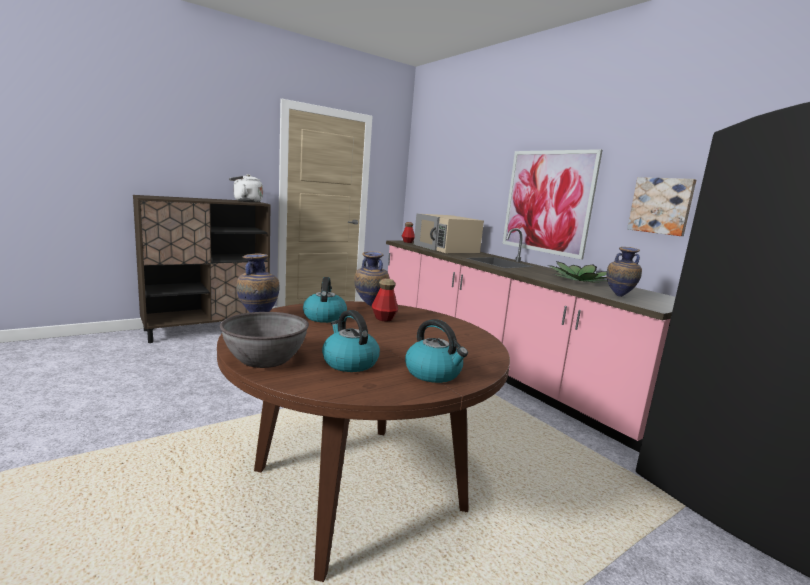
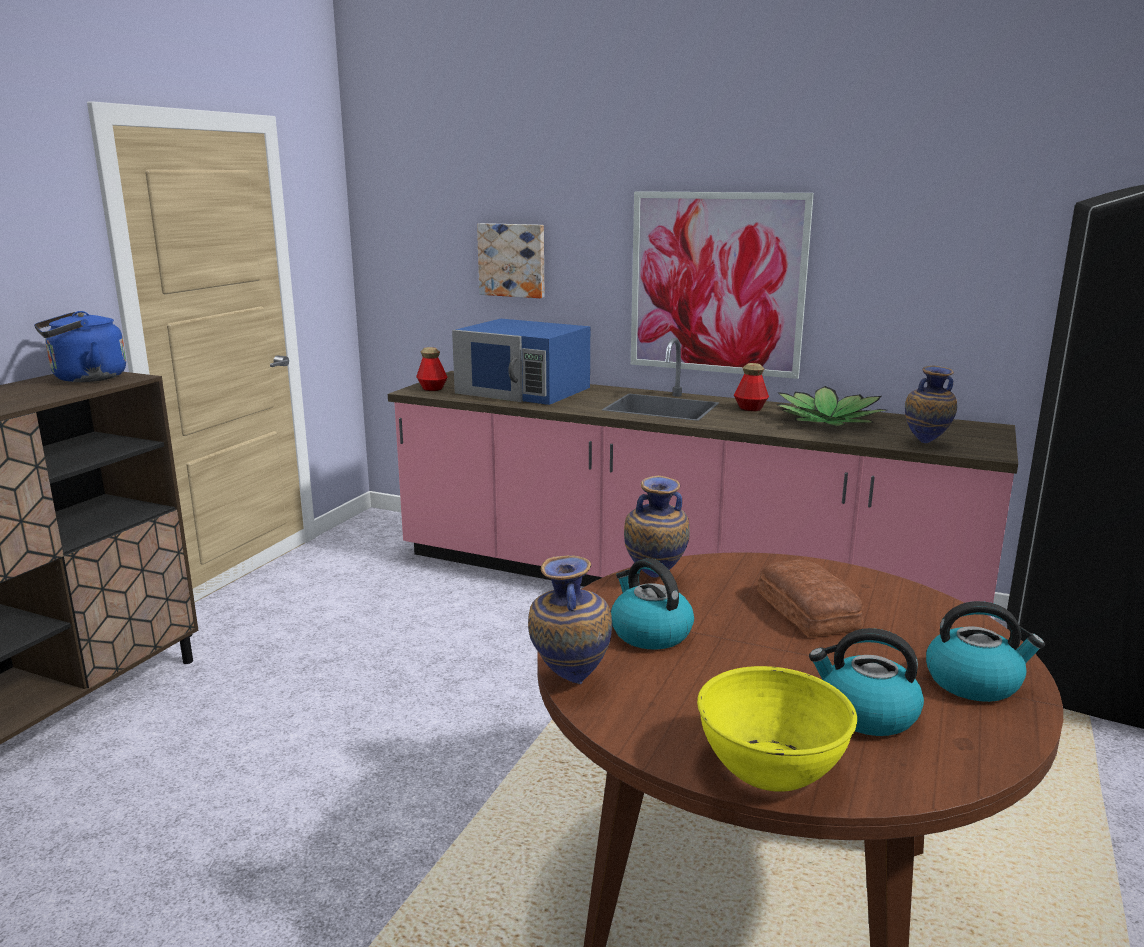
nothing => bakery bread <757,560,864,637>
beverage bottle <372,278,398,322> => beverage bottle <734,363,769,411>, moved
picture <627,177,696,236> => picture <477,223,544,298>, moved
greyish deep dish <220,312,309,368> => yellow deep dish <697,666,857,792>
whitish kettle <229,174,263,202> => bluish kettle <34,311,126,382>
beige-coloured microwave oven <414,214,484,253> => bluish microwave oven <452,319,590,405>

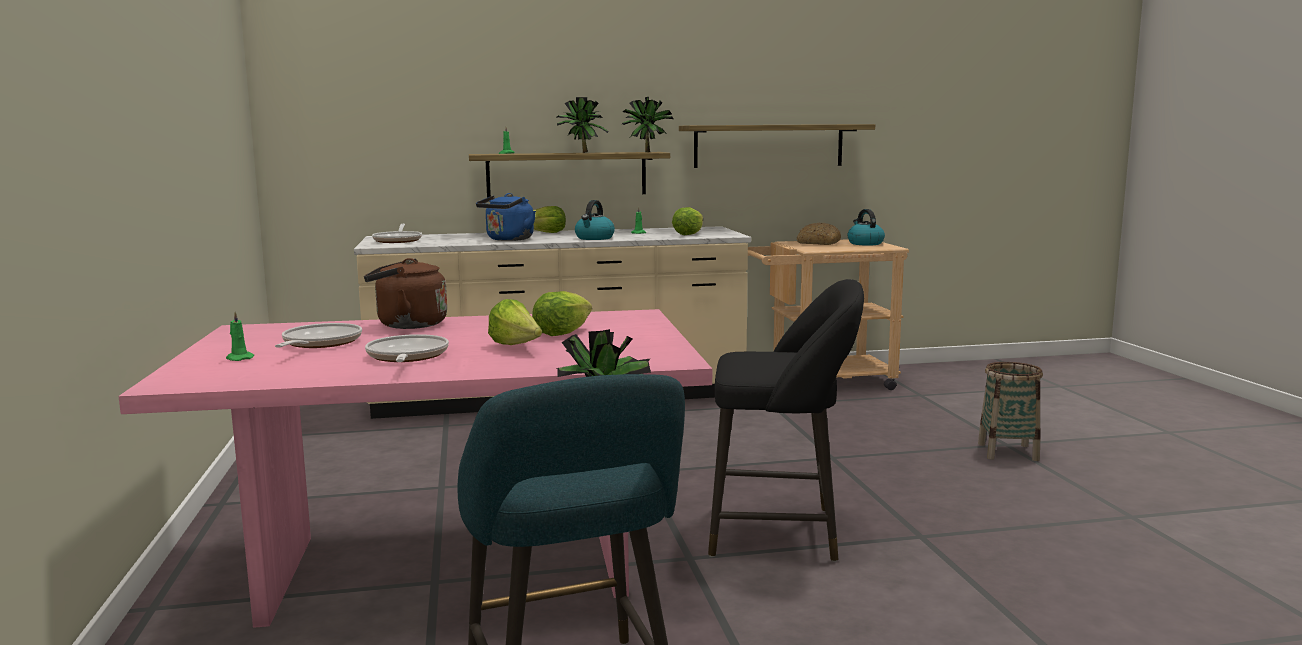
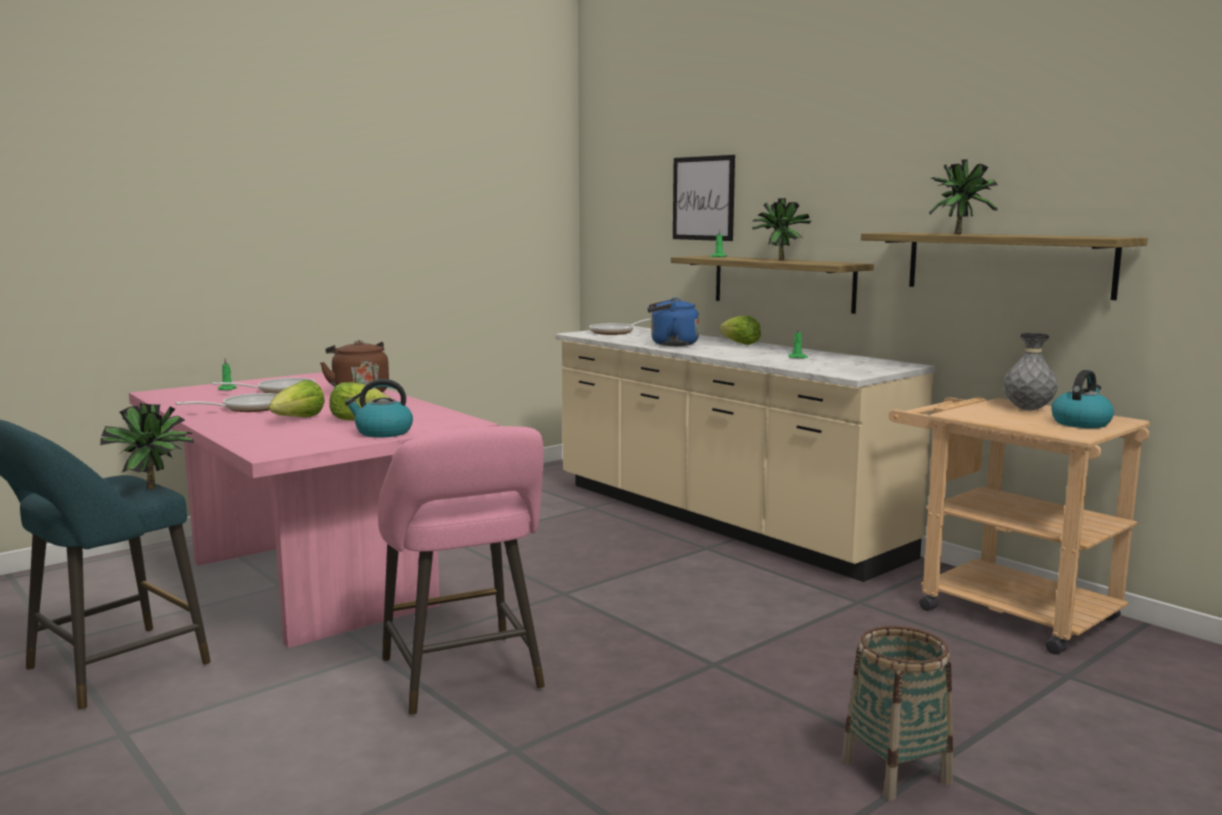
lettuce head <672,207,703,235> => nothing
nothing => picture <673,155,735,241>
kettle <575,200,615,240> => kettle <345,379,413,438>, moved
potted plant <621,97,673,152> => potted plant <929,160,998,234>, moved
bakery bread <797,223,841,245> => greyish decorative vase <1004,333,1058,410>
blackish stool seat <708,279,864,562> => pinkish stool seat <378,426,545,716>

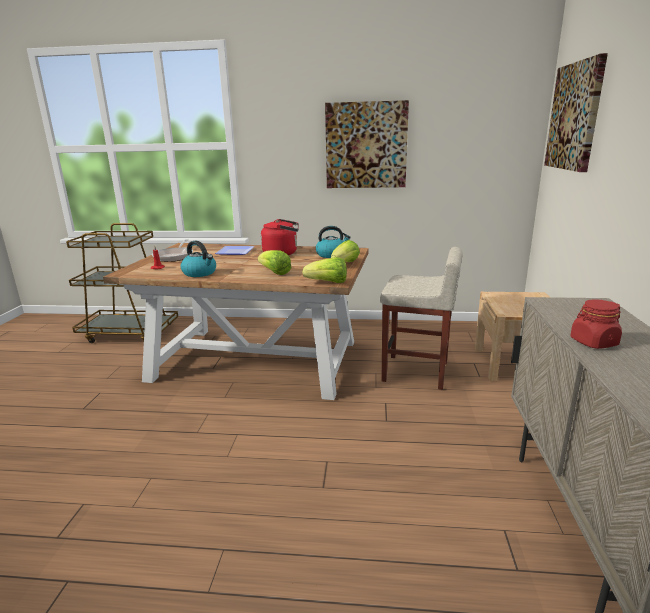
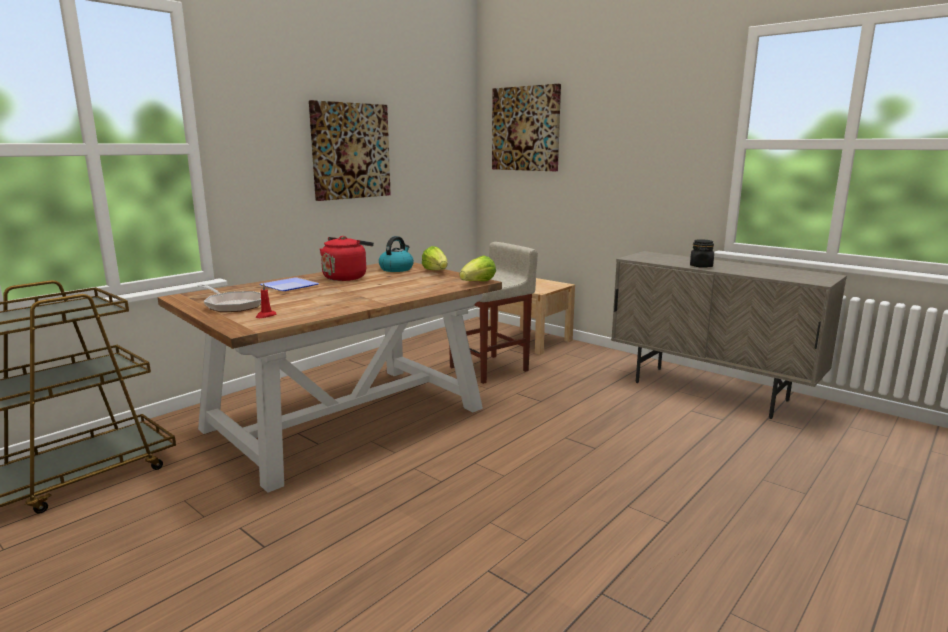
kettle <181,241,216,277> => nothing
lettuce head <258,250,291,275> => nothing
red-coloured preserve jar <570,299,622,349> => blackish preserve jar <690,239,714,268>

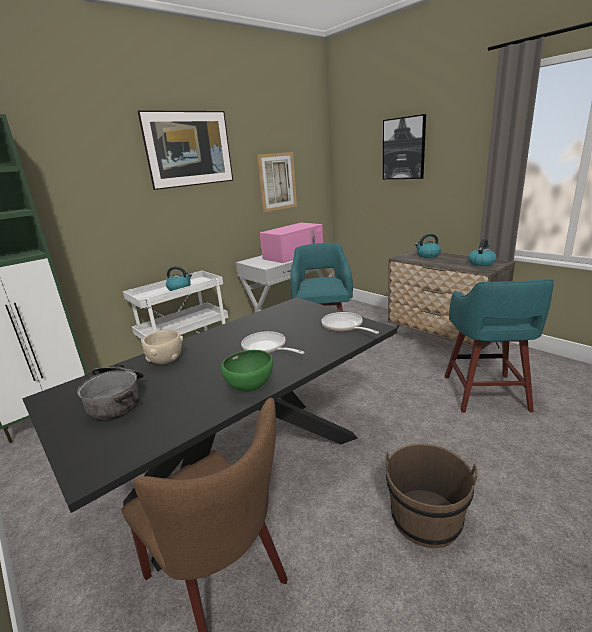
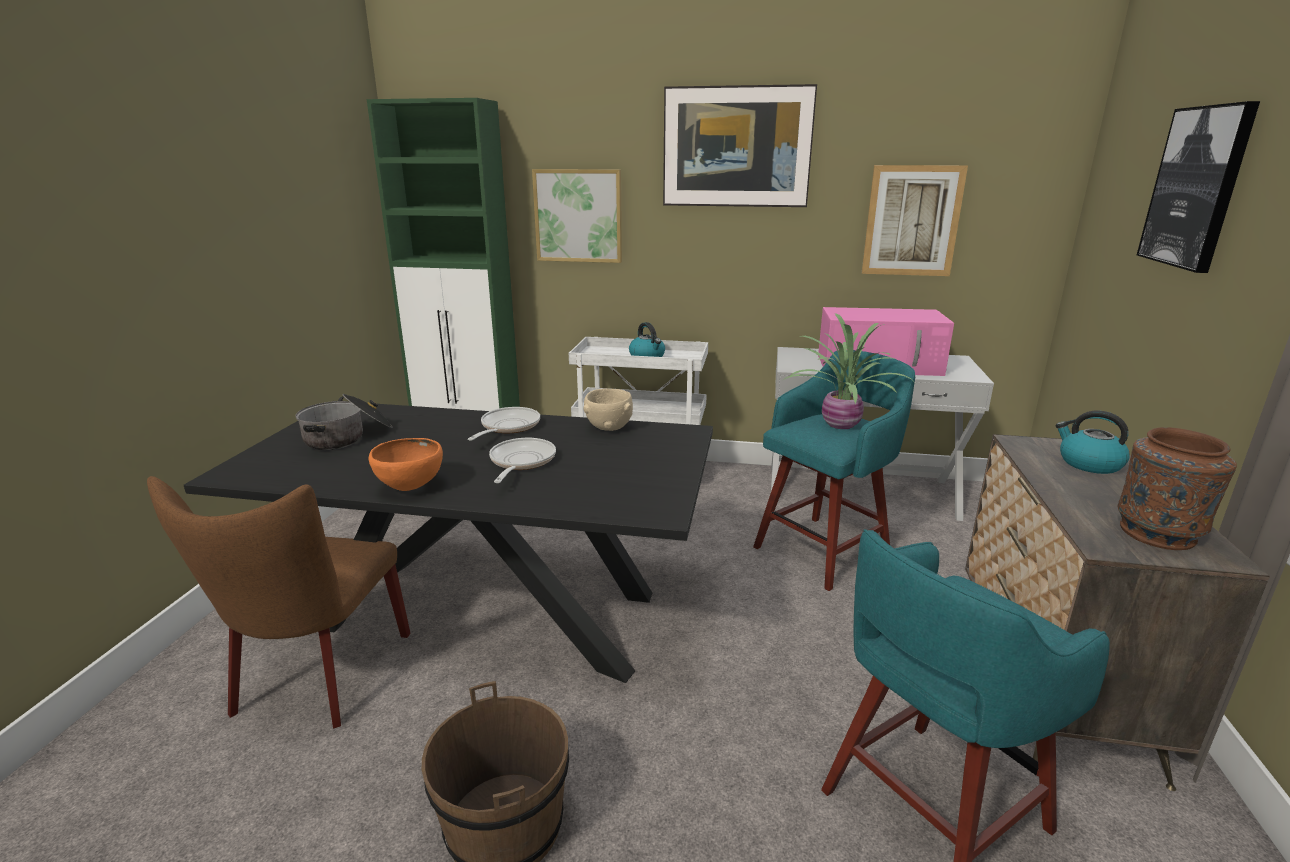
nothing => picture <532,169,622,263>
nothing => potted plant <783,313,913,429>
beige-coloured deep dish <142,330,183,364> => beige-coloured deep dish <583,389,633,431>, moved
pan <321,312,379,334> => pan <468,407,540,441>, moved
kettle <468,239,497,266> => brown-coloured decorative vase <1118,427,1237,550>
green-coloured deep dish <221,350,273,392> => orangey deep dish <369,438,443,491>

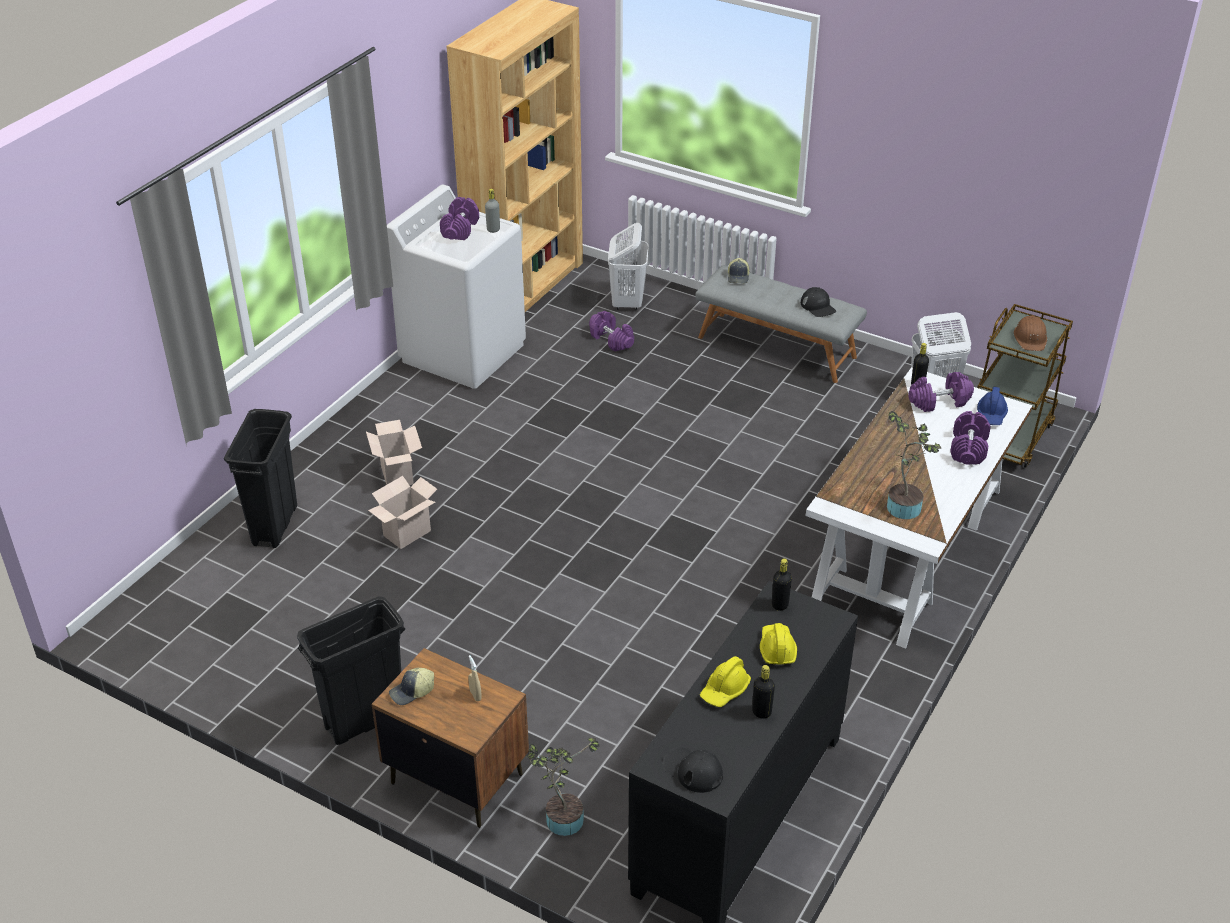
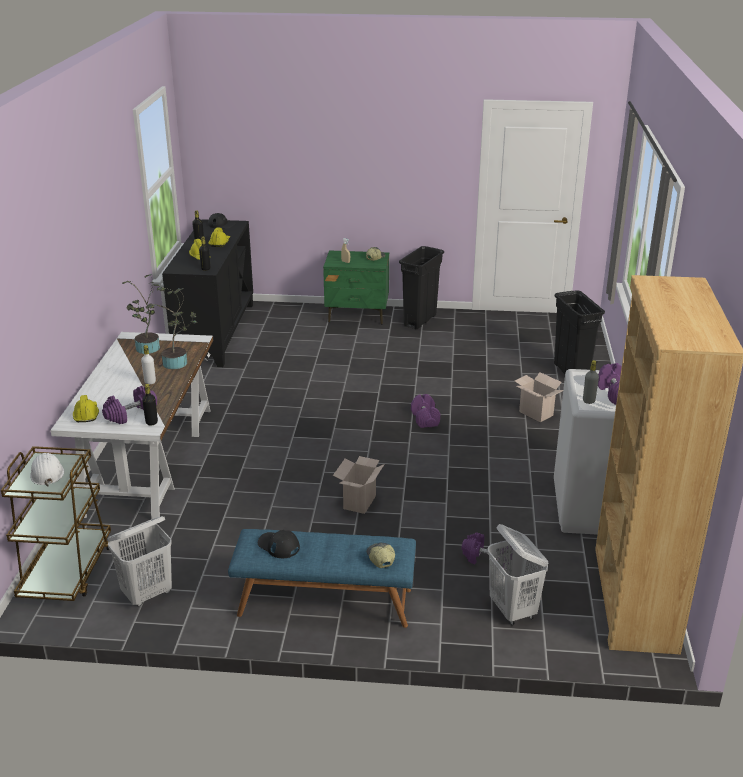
nothing => whitish beverage bottle <141,345,156,384>
carton <368,476,437,549> => carton <333,456,385,514>, moved
potted plant <526,738,600,836> => potted plant <146,287,197,369>, moved
purple hand weight <950,411,991,465> => purple hand weight <411,394,440,428>, moved
brown-coloured bedside table <372,648,529,828> => green-coloured bedside table <323,250,389,325>
greyish indoor bench <695,266,867,383> => bluish indoor bench <228,529,416,628>
bluish hard hat <977,387,1008,425> => yellow hard hat <73,395,99,422>
brown-coloured hard hat <1014,315,1047,351> => whitish hard hat <30,453,64,486>

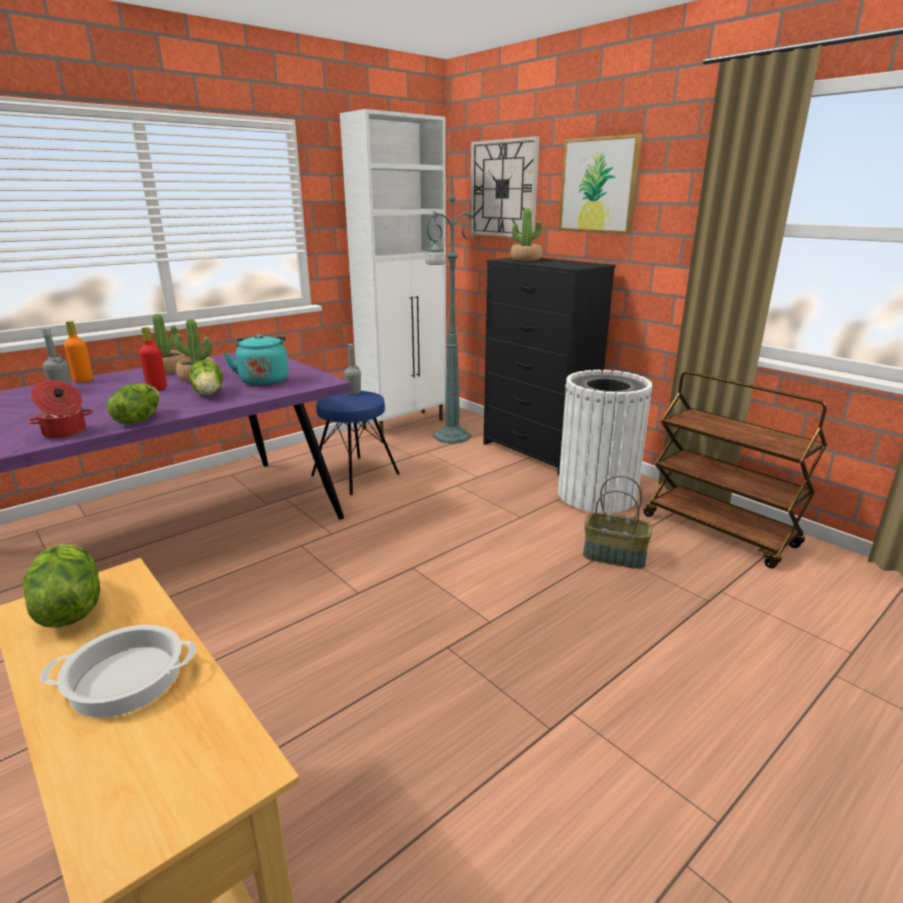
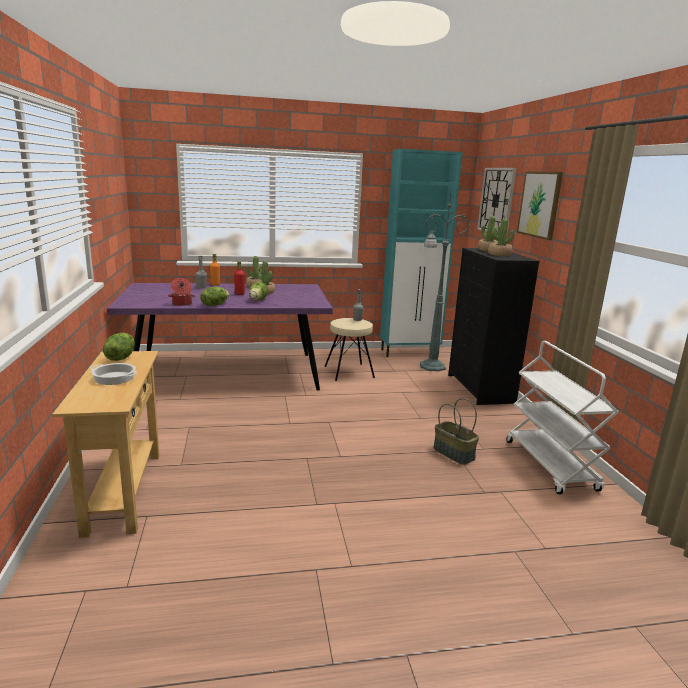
blue-green kettle <223,334,289,386> => nothing
whitish rubbish bin <558,370,652,513> => nothing
nothing => potted plant <488,218,514,256>
bluish stool seat <311,391,400,495> => beige-coloured stool seat <324,318,375,381>
whitish cupboard <340,109,446,438> => blue-green cupboard <380,149,463,357>
brown-coloured wheeled cart <644,371,827,568> => whitish wheeled cart <507,341,619,494>

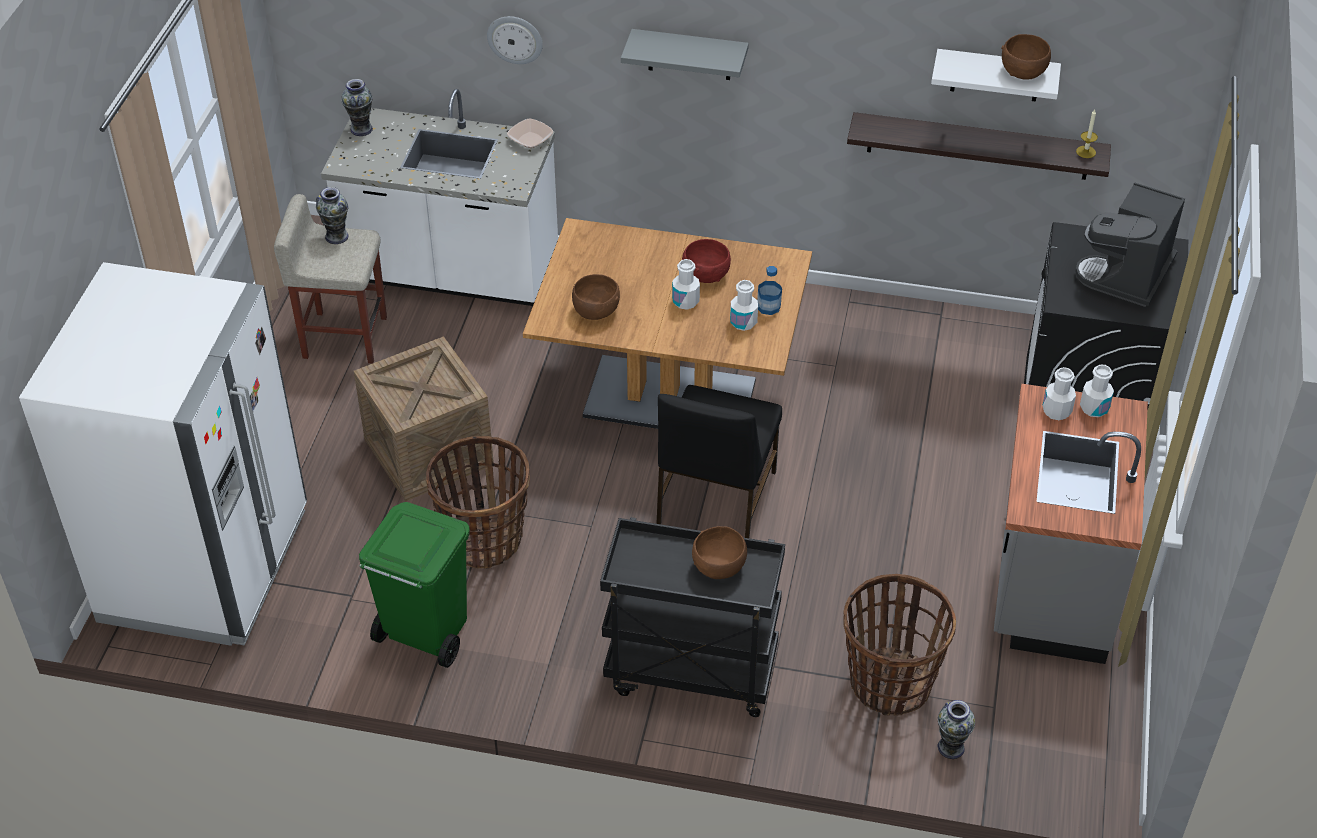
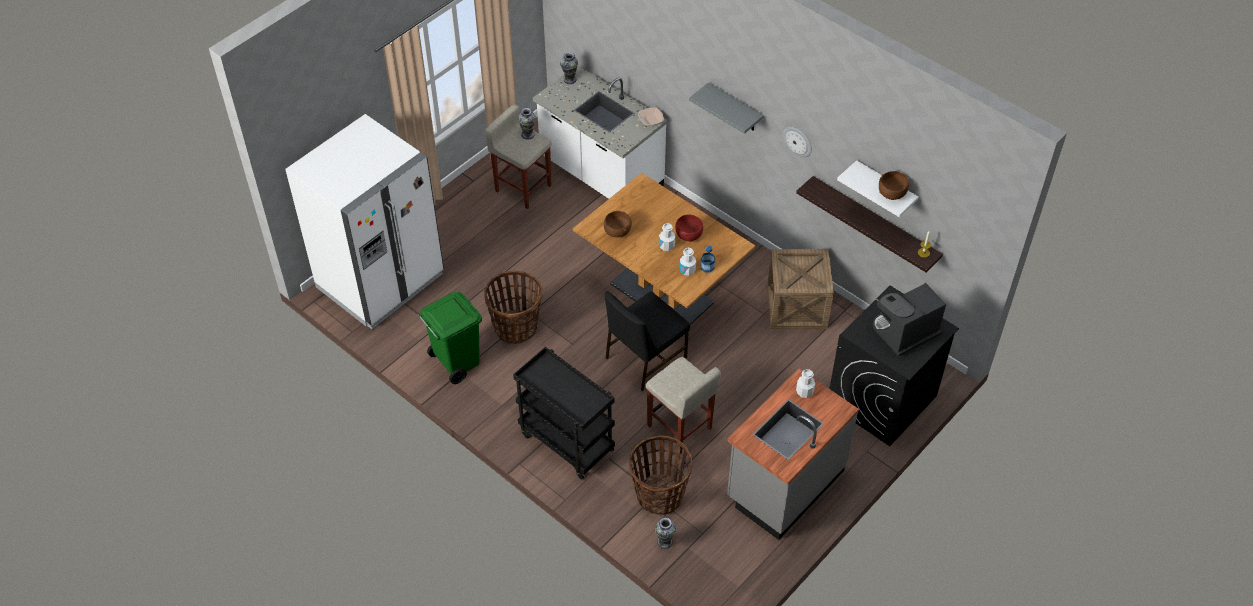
brown-coloured deep dish <692,526,747,579> => nothing
whitish beverage bottle <1080,364,1114,417> => nothing
nothing => beige-coloured stool seat <645,357,721,454>
shipping crate <354,336,494,502> => shipping crate <767,249,834,329>, moved
wall clock <487,16,543,64> => wall clock <783,127,812,157>, moved

